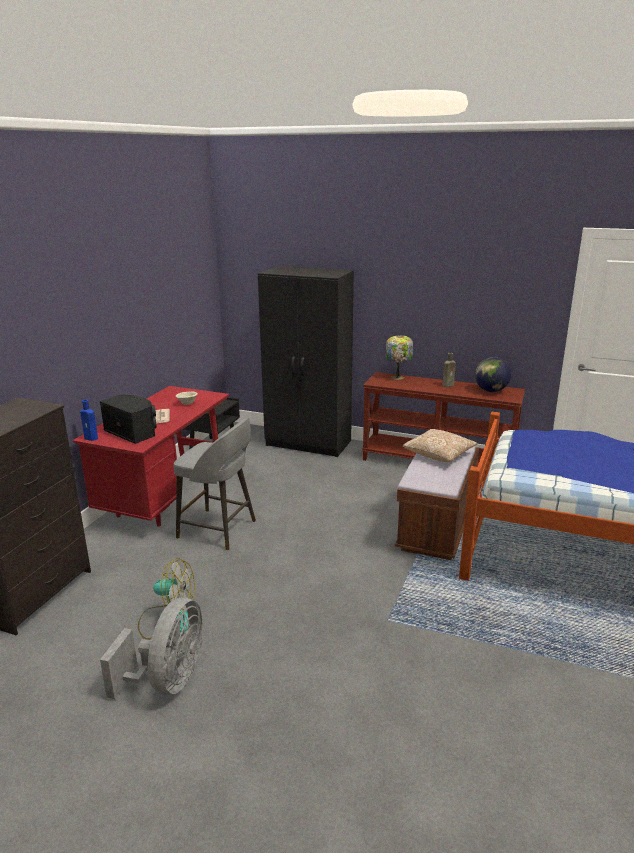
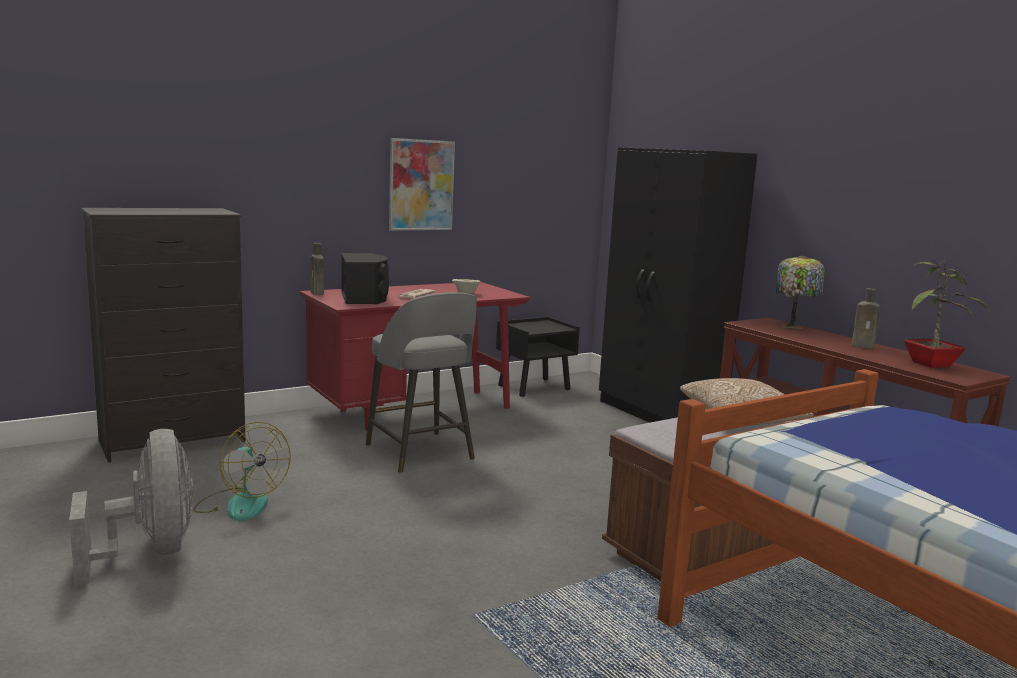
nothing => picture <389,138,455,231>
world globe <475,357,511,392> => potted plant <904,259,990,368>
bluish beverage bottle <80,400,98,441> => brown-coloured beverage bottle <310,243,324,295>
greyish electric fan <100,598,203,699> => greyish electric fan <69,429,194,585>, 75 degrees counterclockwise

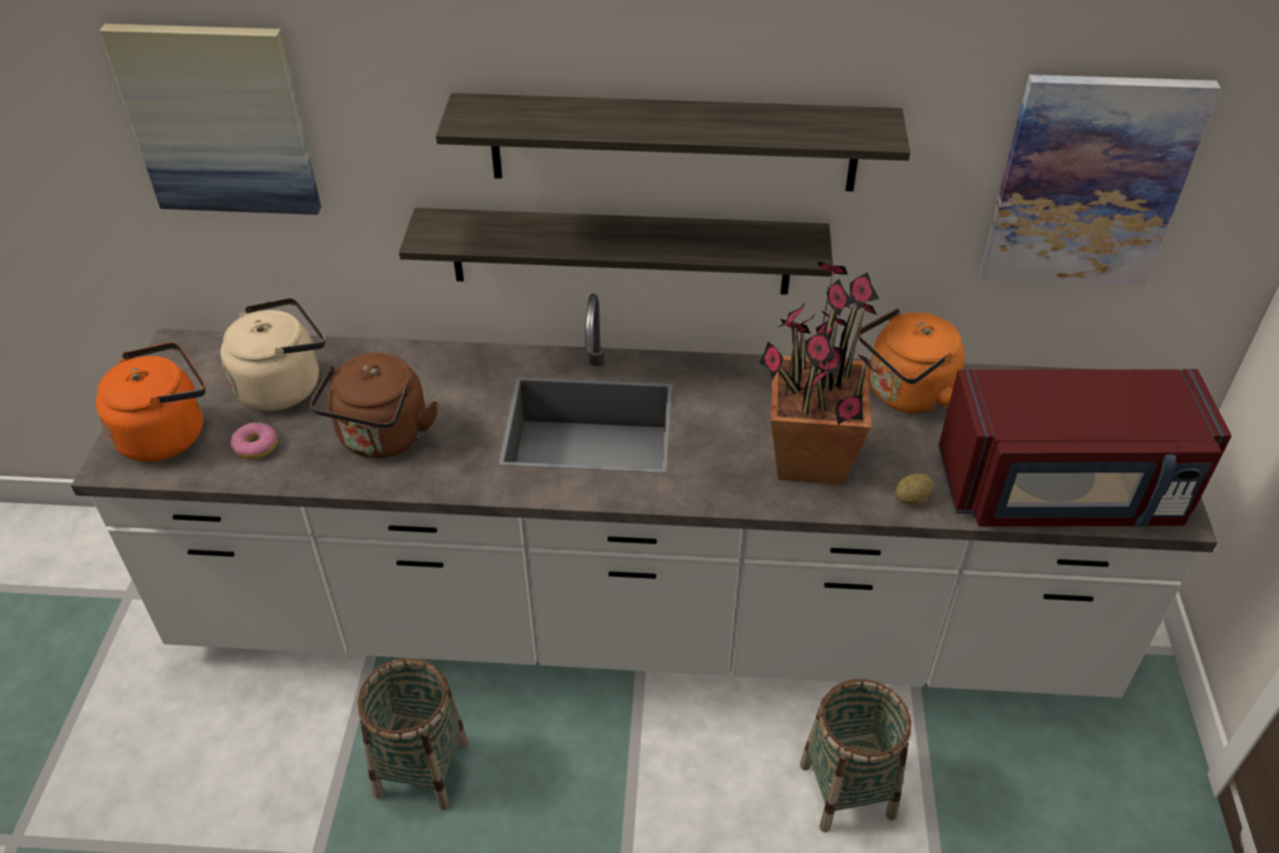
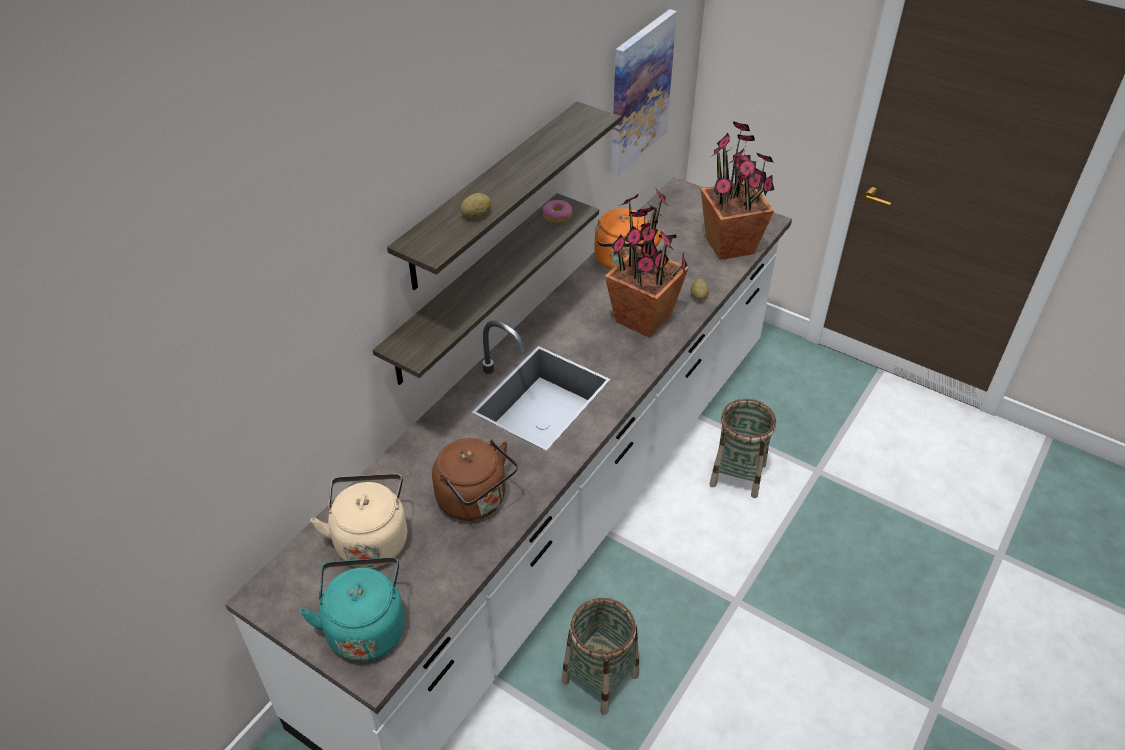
picture <99,24,321,215> => nothing
nothing => potato <460,193,491,218>
donut <231,422,278,459> => donut <542,200,572,223>, moved
red-coloured microwave oven <938,369,1232,527> => potted plant <701,121,774,260>
orangey kettle <96,342,206,462> => blue-green kettle <300,557,405,662>

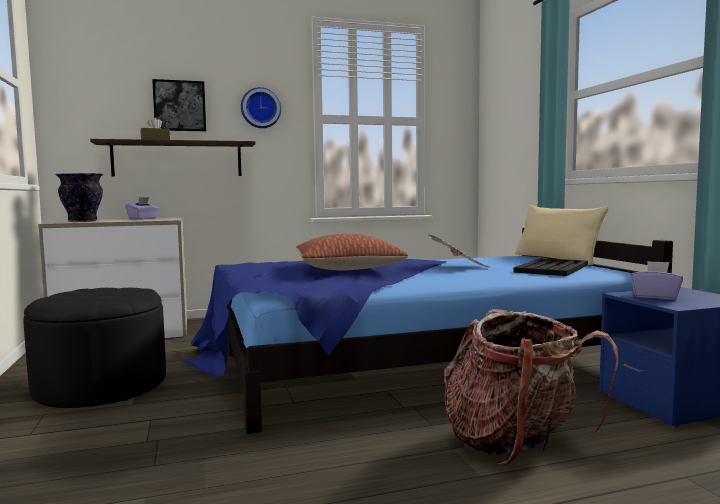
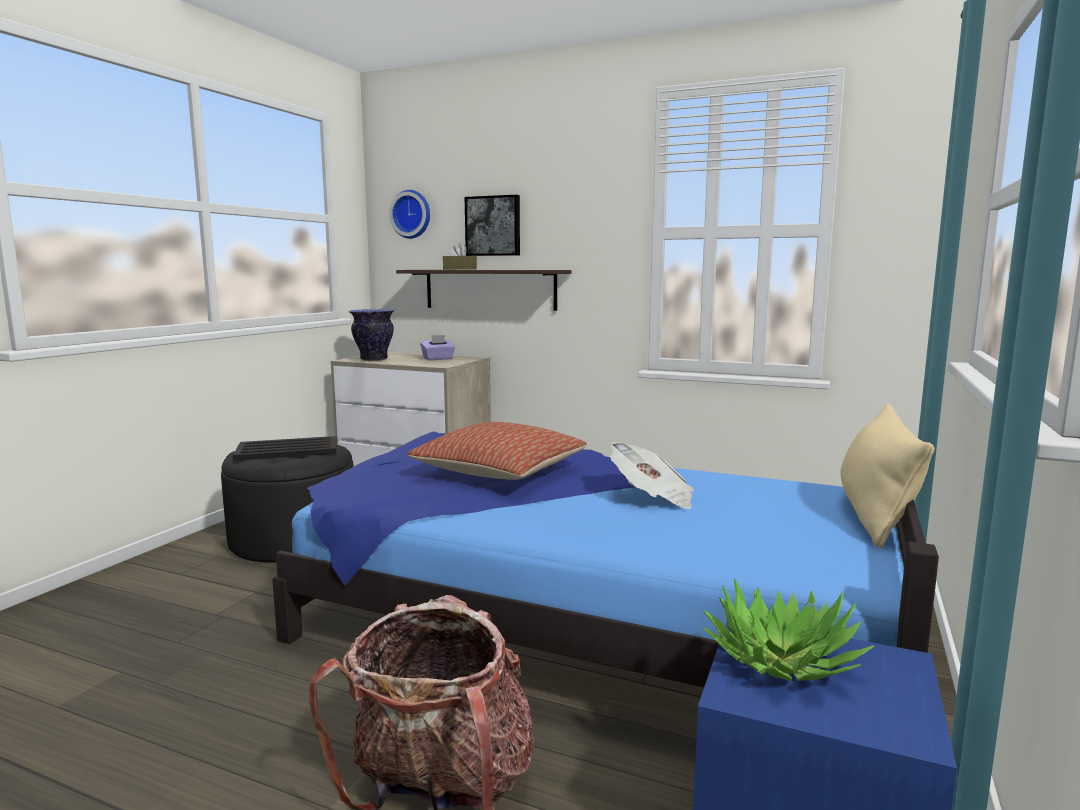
wall clock <241,87,281,128> => wall clock <389,190,430,239>, moved
blackish serving tray <513,258,588,276> => blackish serving tray <233,436,337,461>, moved
purple box of tissues <630,261,683,300> => potted plant <703,579,874,681>

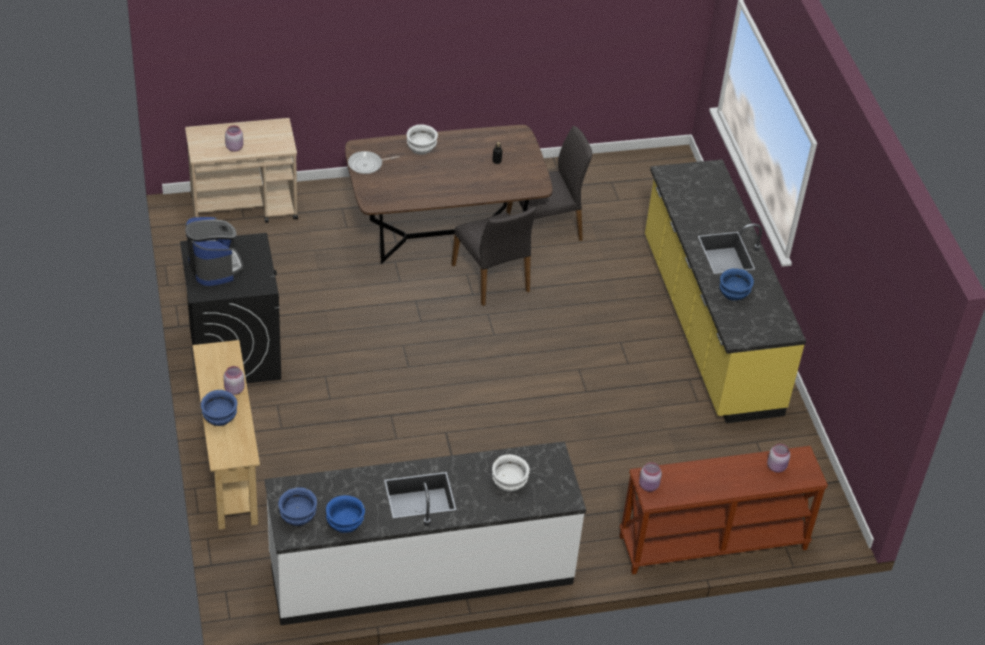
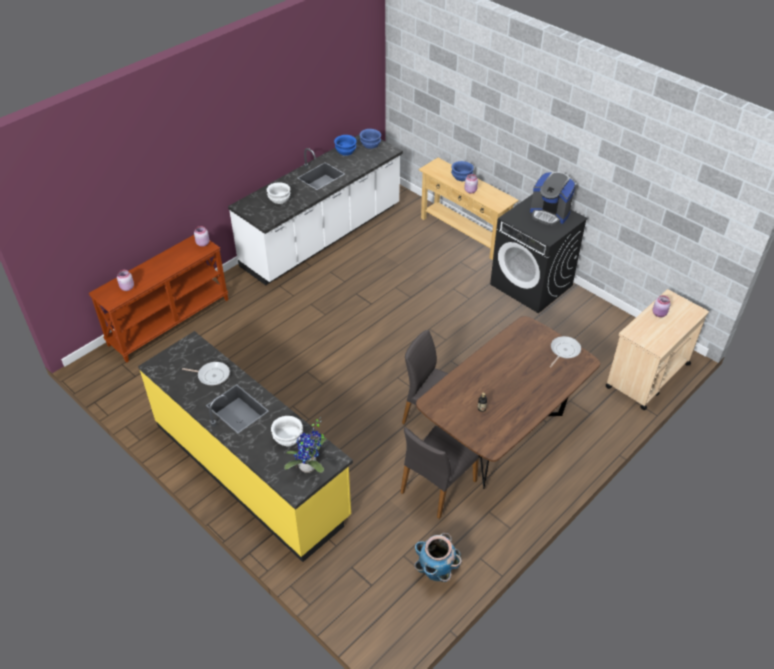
nothing => potted plant <284,417,327,473>
nothing => plant pot <414,533,462,582>
whitish deep dish <407,124,438,155> => whitish deep dish <271,416,303,446>, moved
bluish deep dish <720,268,754,301> => pan <182,362,230,385>

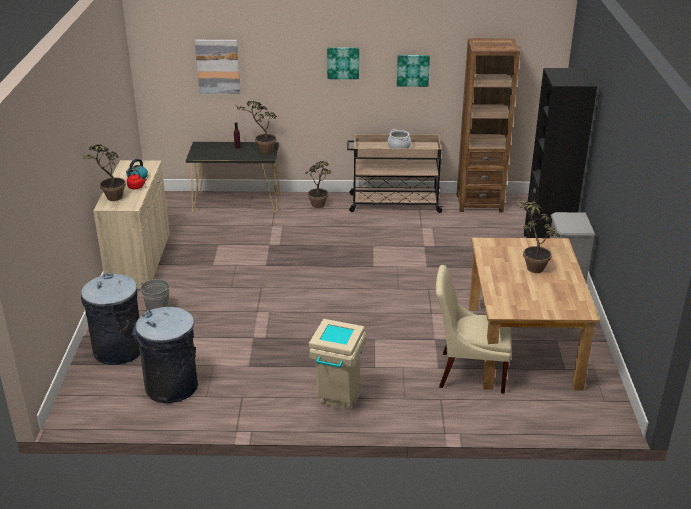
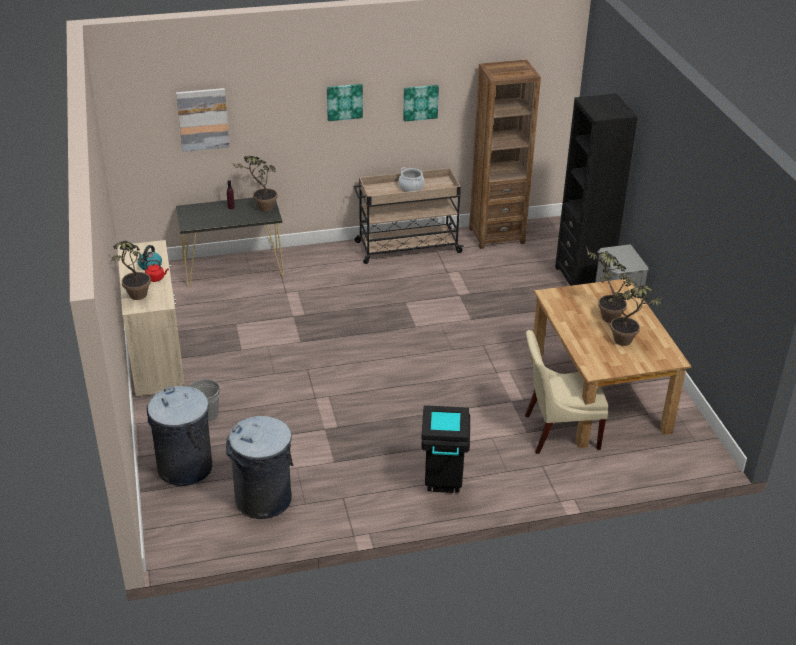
potted plant <305,161,332,208> => potted plant <608,285,664,346>, moved
beige-coloured rubbish bin <309,319,366,410> => blackish rubbish bin <421,405,470,493>

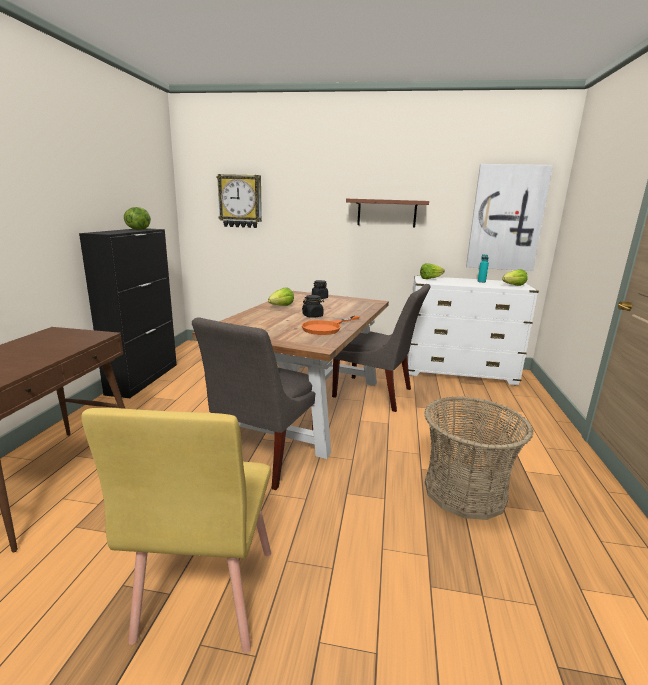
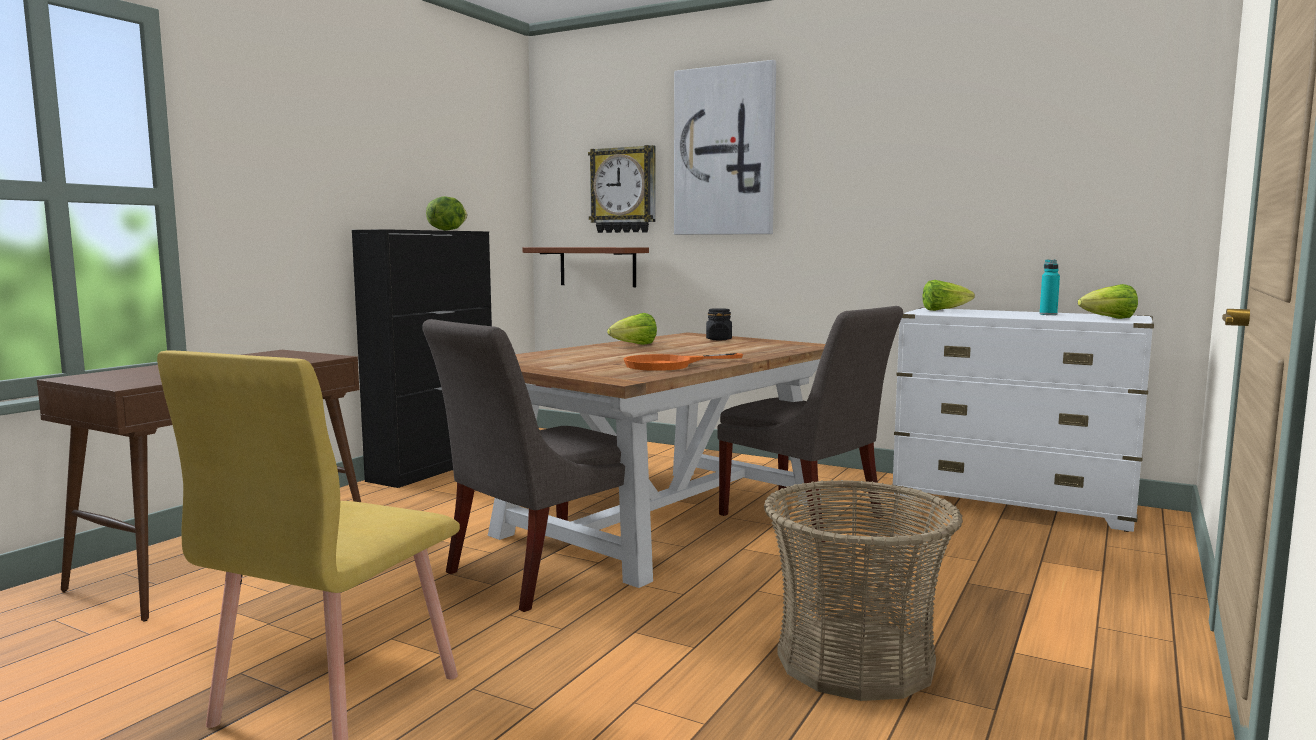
blackish preserve jar <302,295,324,318> => nothing
brown-coloured wall shelf <346,198,429,227> => brown-coloured wall shelf <522,247,649,287>, moved
picture <466,164,553,271> => picture <674,60,776,235>, moved

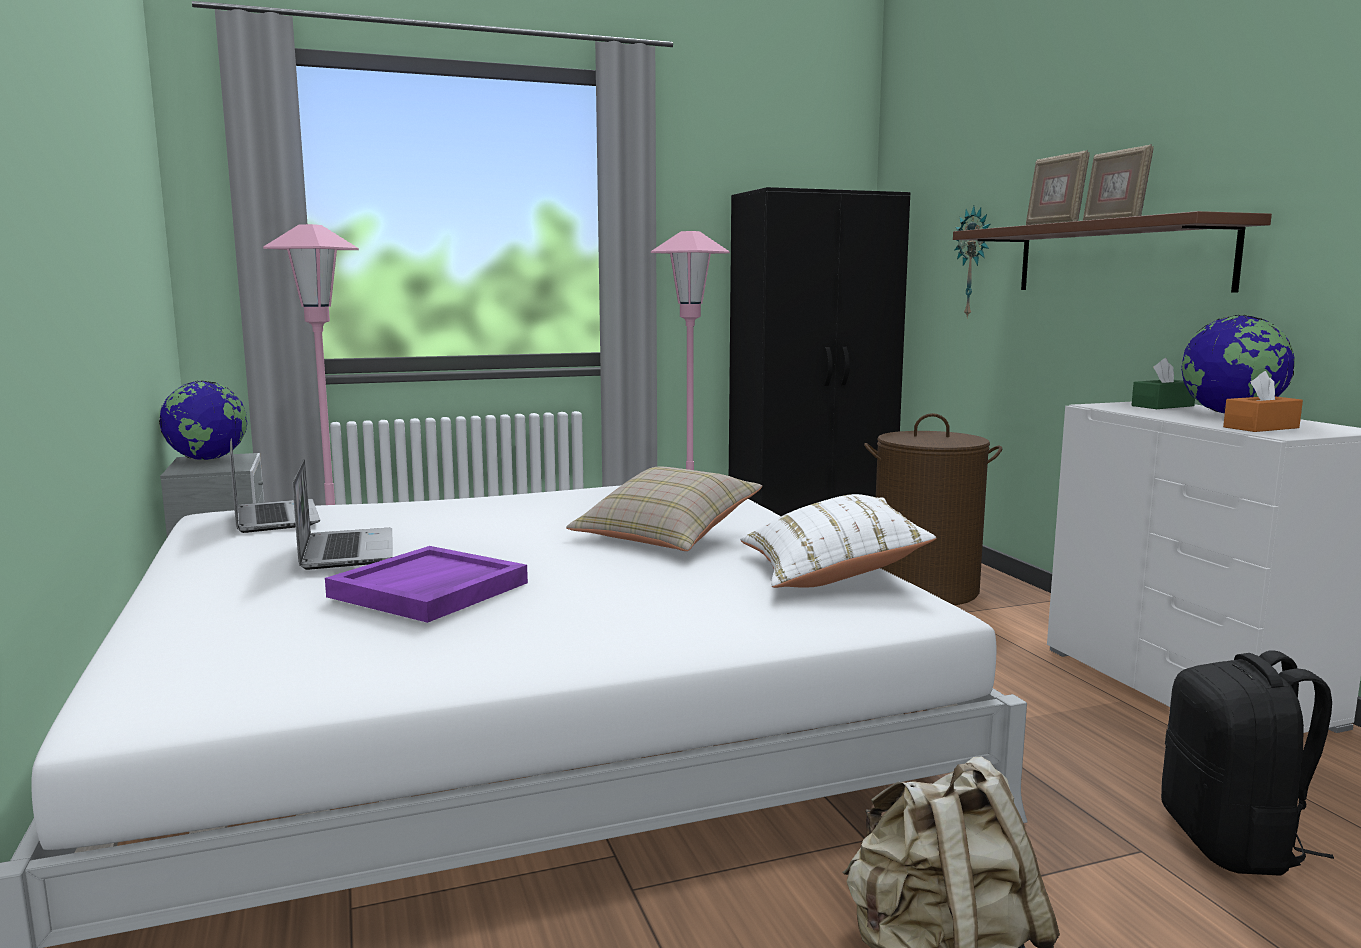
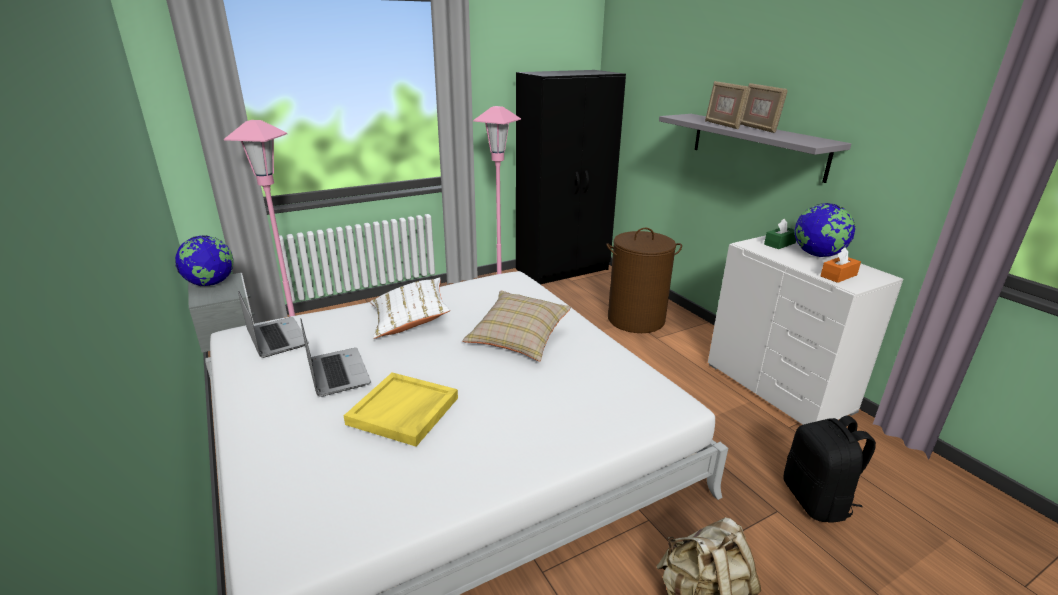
wall clock <955,206,990,319> => nothing
whitish cushion <740,494,936,588> => whitish cushion <370,277,450,339>, moved
purple serving tray <325,546,528,623> => yellow serving tray <344,372,458,447>
brown-coloured wall shelf <953,211,1272,293> => greyish wall shelf <659,114,851,183>

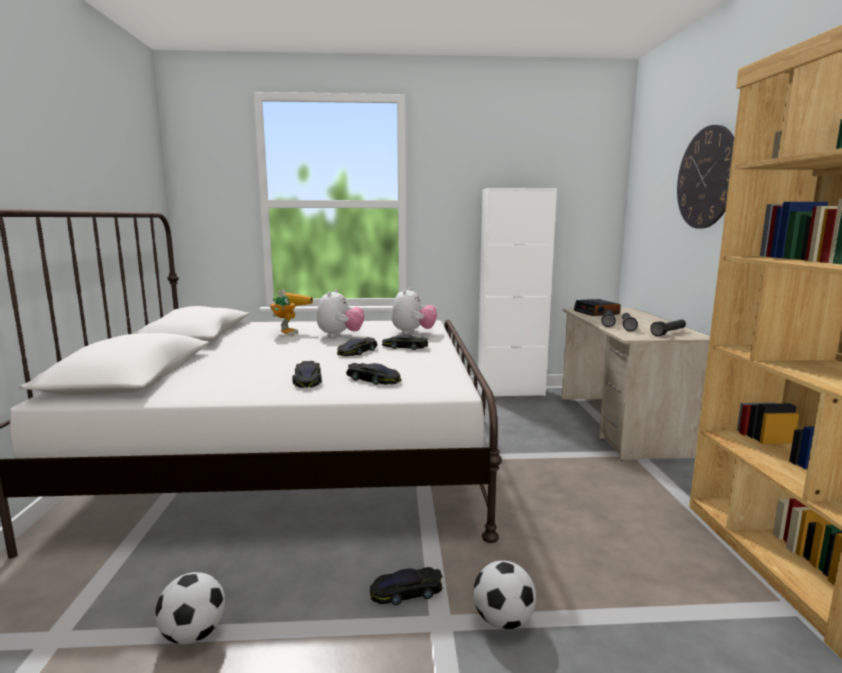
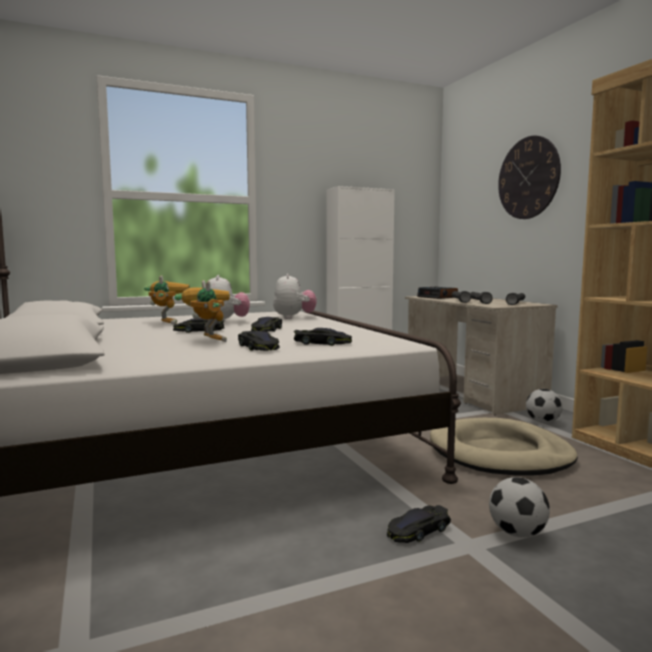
nothing => model robot <175,280,230,342>
nothing => beige-coloured dog cushion <430,418,578,476>
ball for football <155,572,225,644> => ball for football <526,389,563,423>, moved
blackish toy car <382,334,428,350> => blackish toy car <173,318,225,333>, moved

